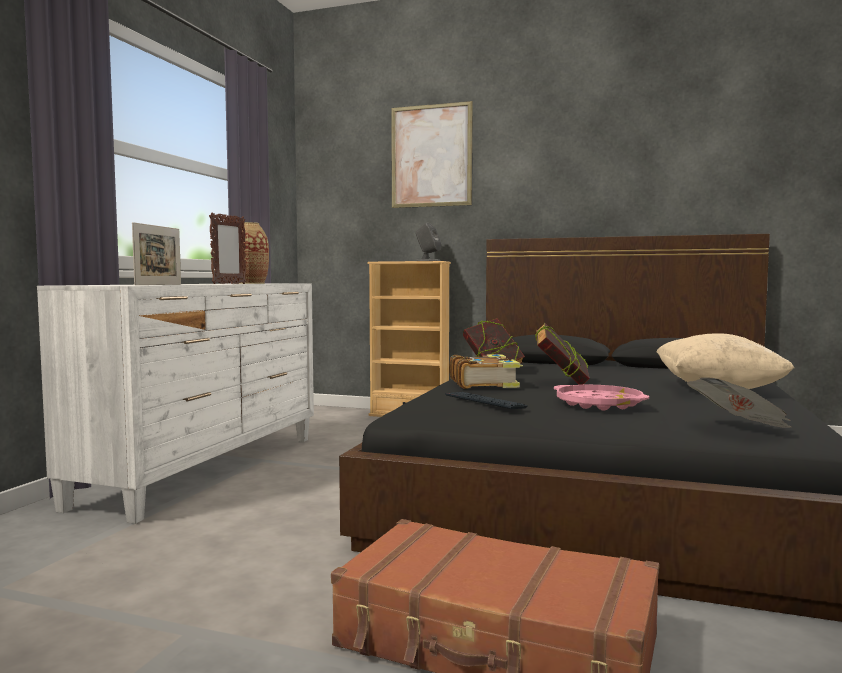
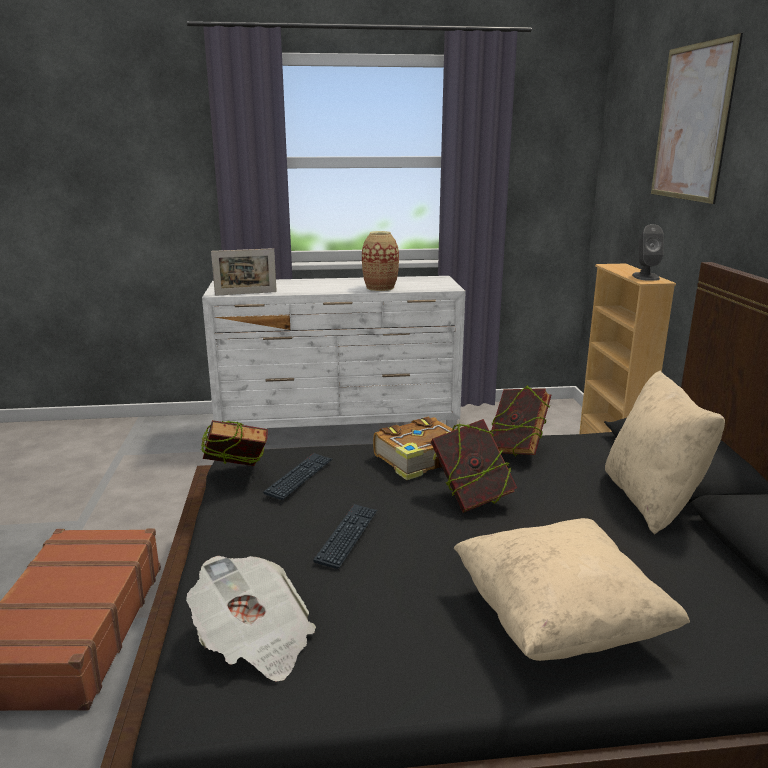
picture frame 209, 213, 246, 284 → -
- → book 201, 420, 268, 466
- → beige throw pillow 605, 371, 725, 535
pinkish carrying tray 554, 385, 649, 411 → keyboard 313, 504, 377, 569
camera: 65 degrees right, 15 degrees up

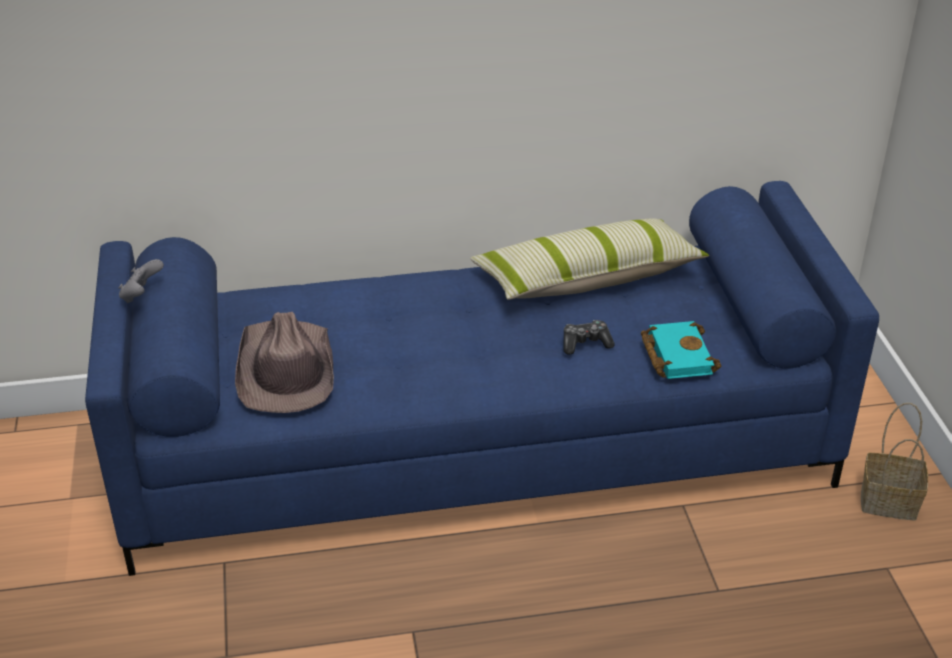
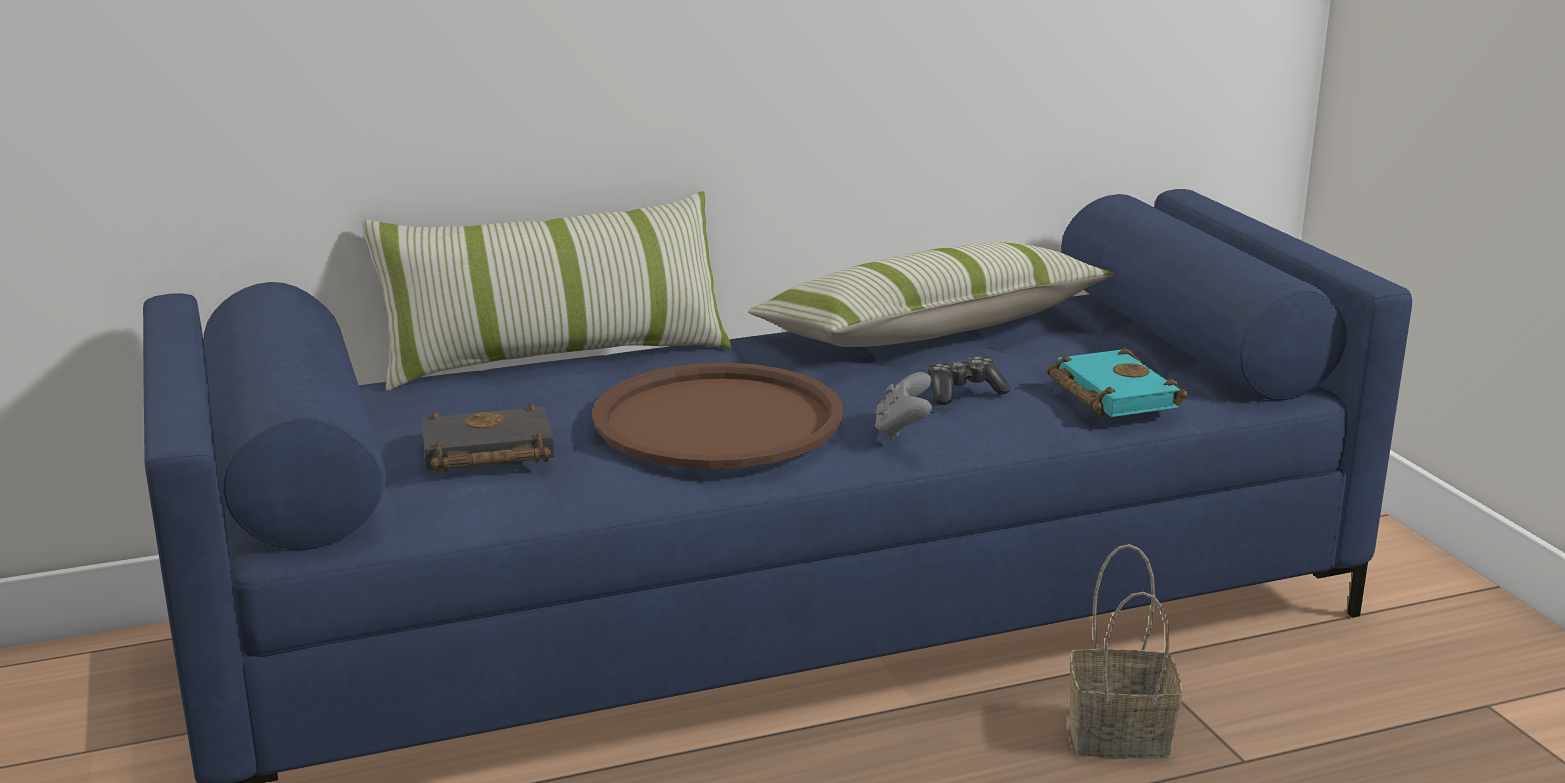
- → throw pillow 361, 191, 731, 391
- → brown carrying tray 592, 363, 843, 469
greyish gamepad 118, 259, 164, 303 → greyish gamepad 875, 372, 932, 440, moved
storage basket 861, 403, 928, 521 → storage basket 1070, 544, 1182, 759, moved
brown wearable hat 235, 312, 334, 413 → blackish book 421, 402, 554, 473
camera: 10 degrees left, 15 degrees down

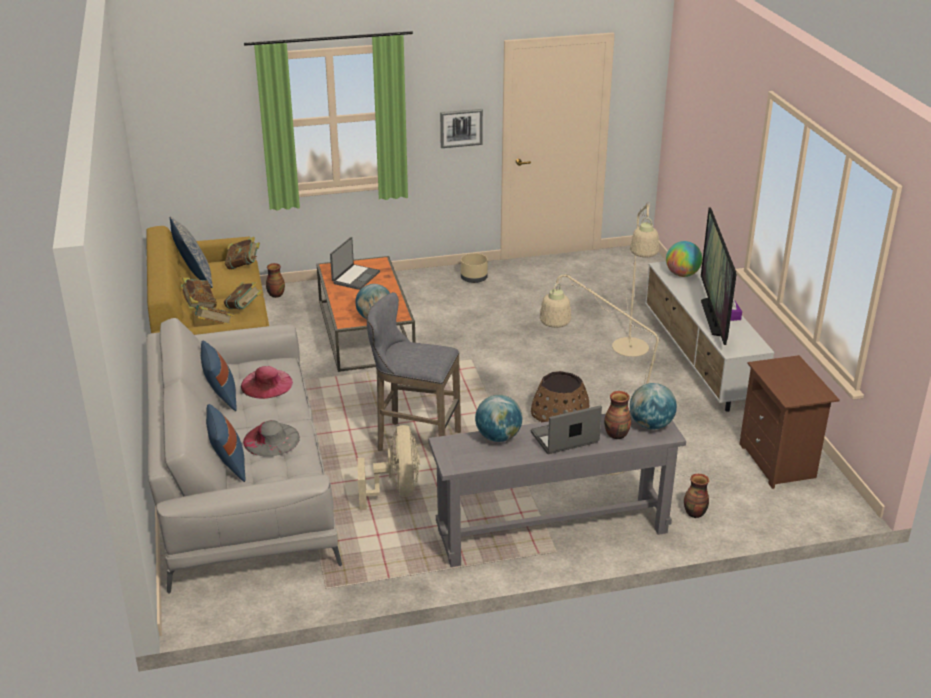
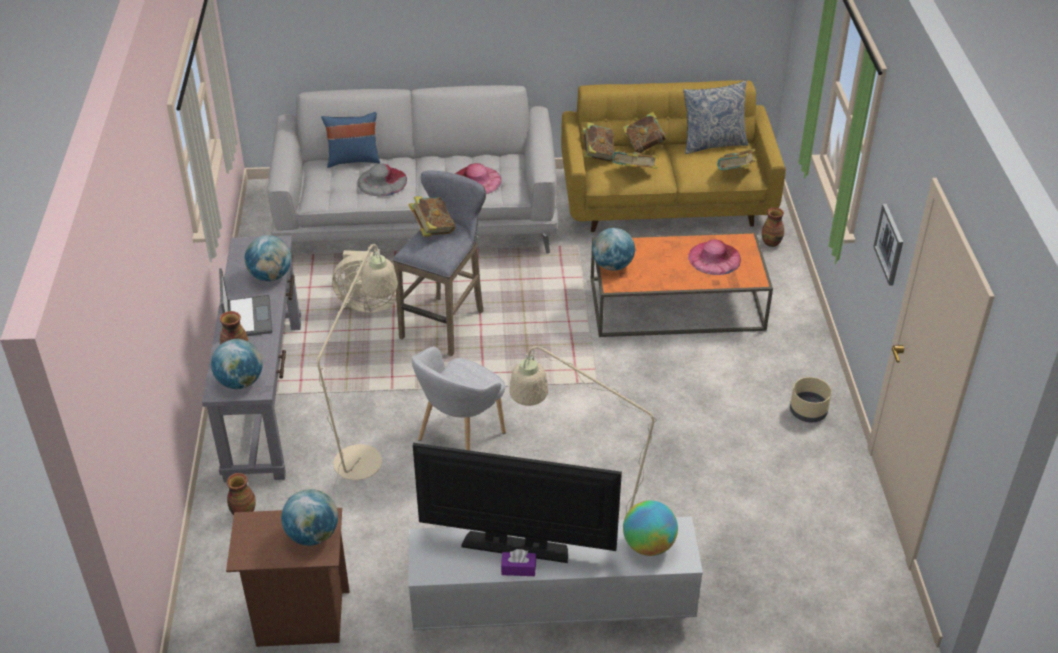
bluish throw pillow 201, 341, 237, 411 → -
- → world globe 281, 489, 338, 546
- → book 409, 196, 455, 237
portable computer 330, 237, 380, 290 → pinkish wearable hat 688, 239, 741, 275
brown plant pot 531, 371, 590, 422 → greyish armchair 412, 347, 506, 451
camera: 100 degrees right, 10 degrees up

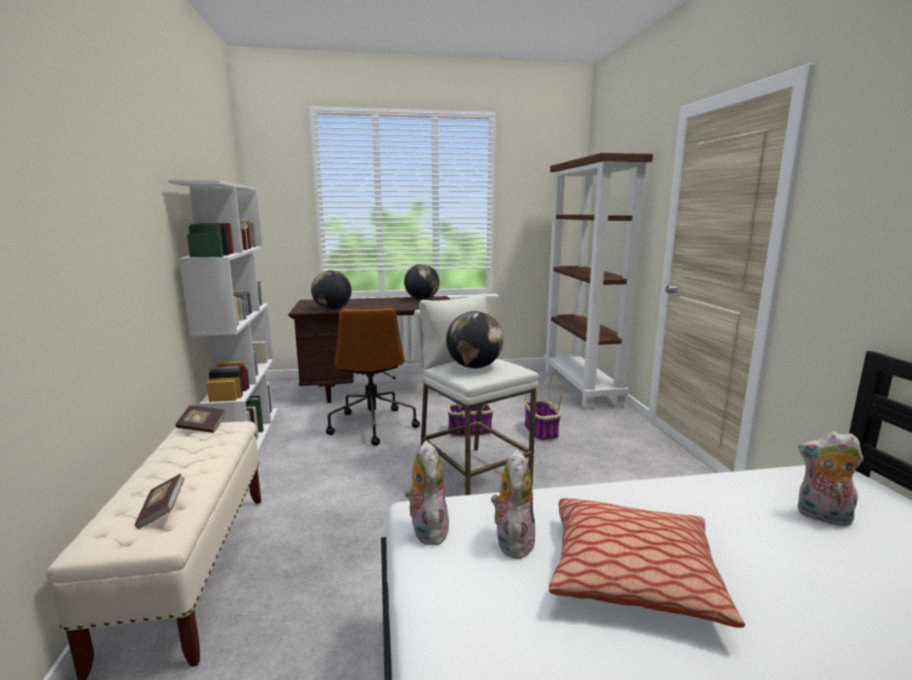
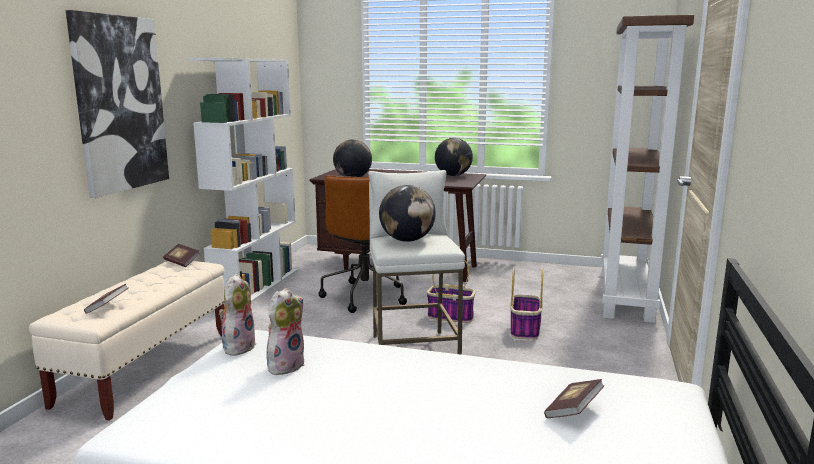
throw pillow 549, 498, 745, 628 → -
- → wall art 66, 10, 169, 198
plush toy 797, 431, 863, 526 → book 544, 379, 604, 418
camera: 25 degrees right, 0 degrees up

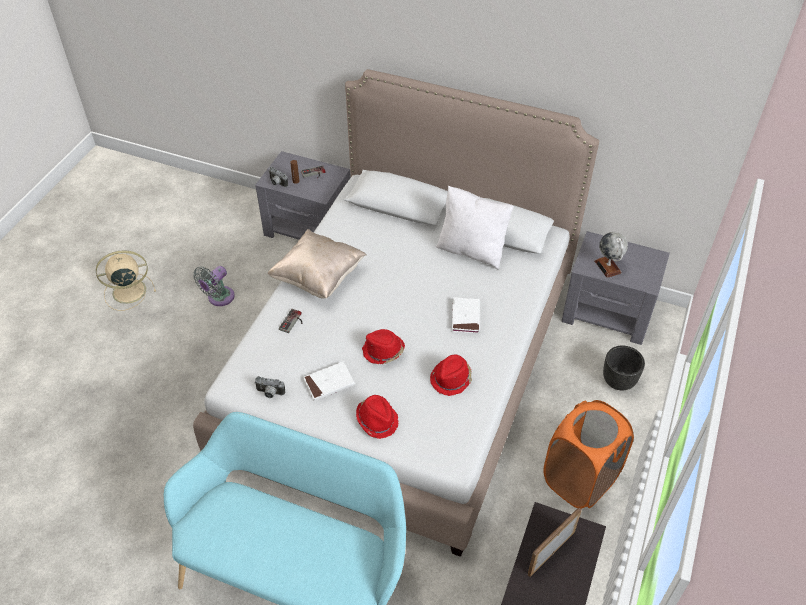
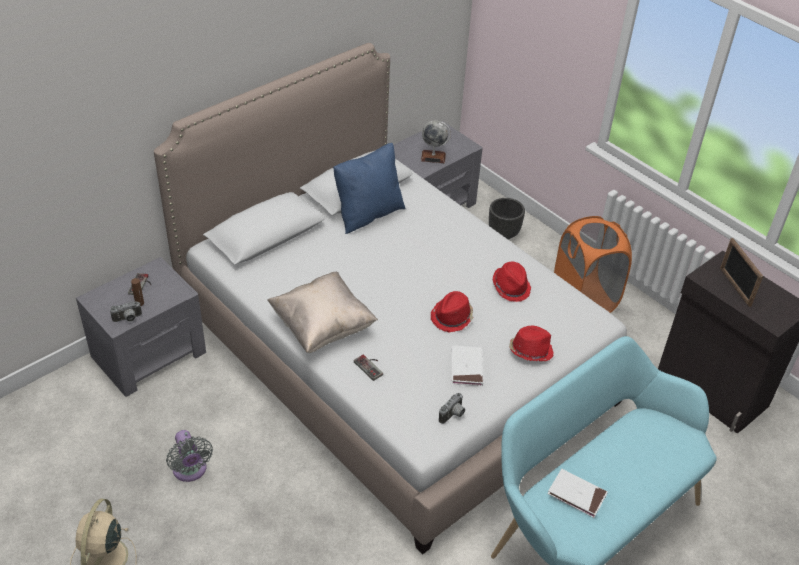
white-coloured book 452, 297, 480, 333 → white-coloured book 547, 469, 608, 518, moved
white-coloured throw pillow 436, 185, 514, 270 → bluish throw pillow 333, 143, 406, 234
camera: 65 degrees left, 5 degrees down

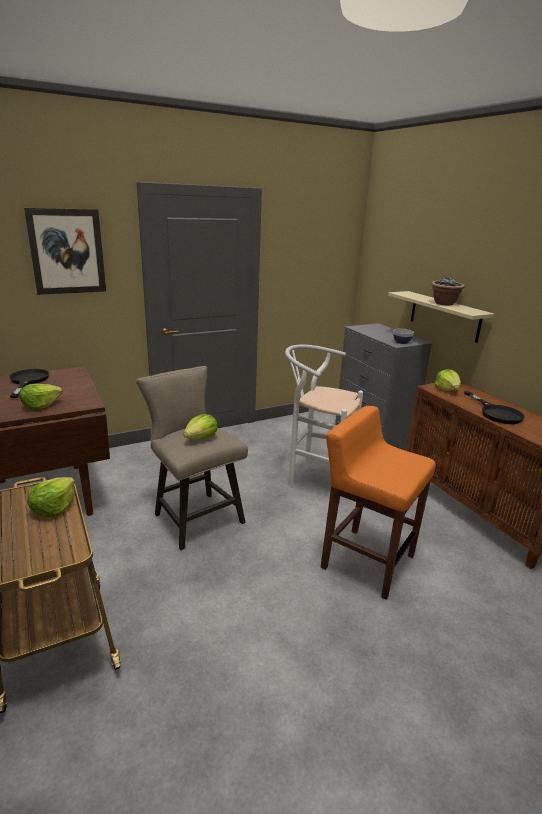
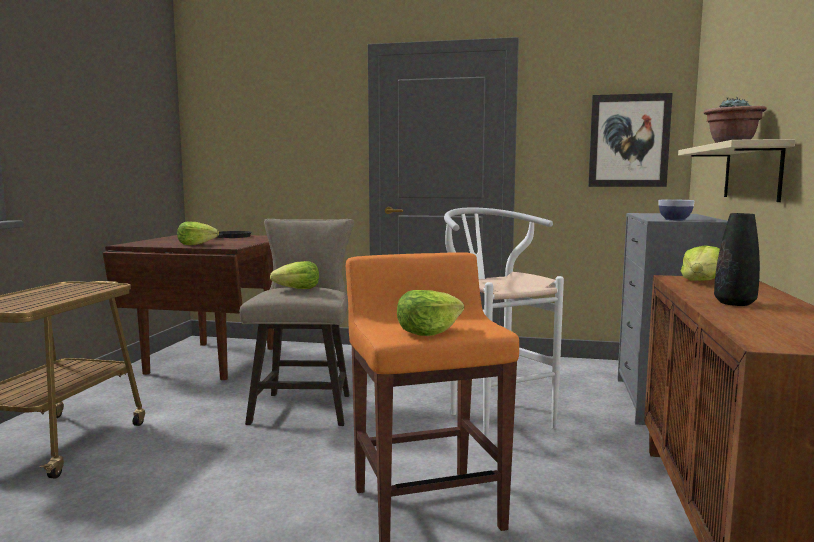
wall art 24, 208, 106, 295 → wall art 588, 93, 673, 187, moved
lettuce head 27, 477, 75, 517 → lettuce head 397, 290, 464, 336, moved
blackish pan 464, 391, 525, 424 → blackish vase 714, 213, 760, 306
camera: 40 degrees right, 15 degrees down

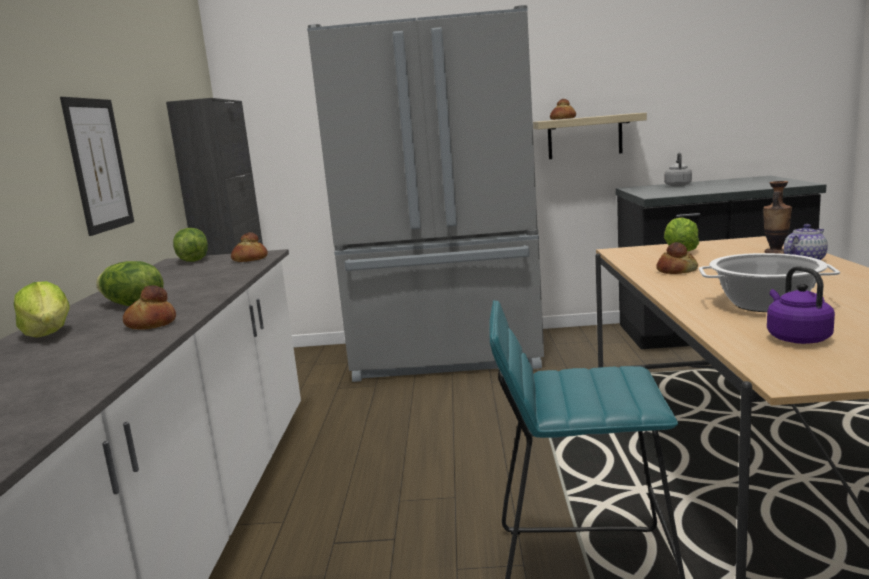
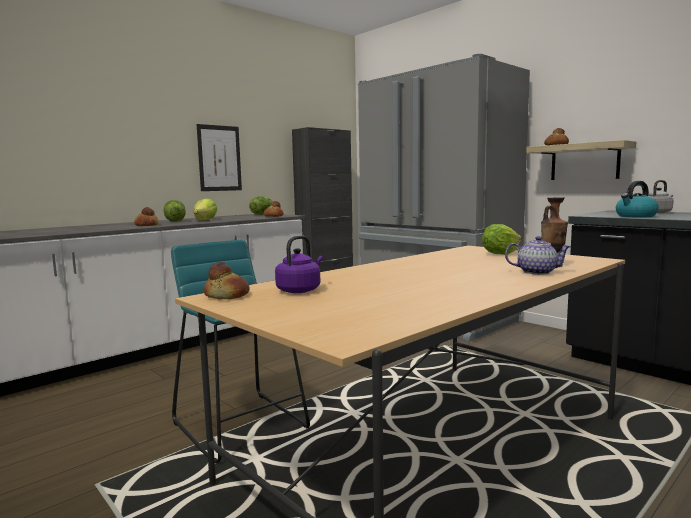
saucepot 699, 253, 840, 312 → -
- → water kettle 616, 181, 659, 218
lettuce head 14, 281, 70, 338 → lettuce head 193, 198, 217, 221, moved
bread 656, 242, 698, 274 → bread 204, 262, 250, 299, moved
camera: 45 degrees right, 5 degrees down

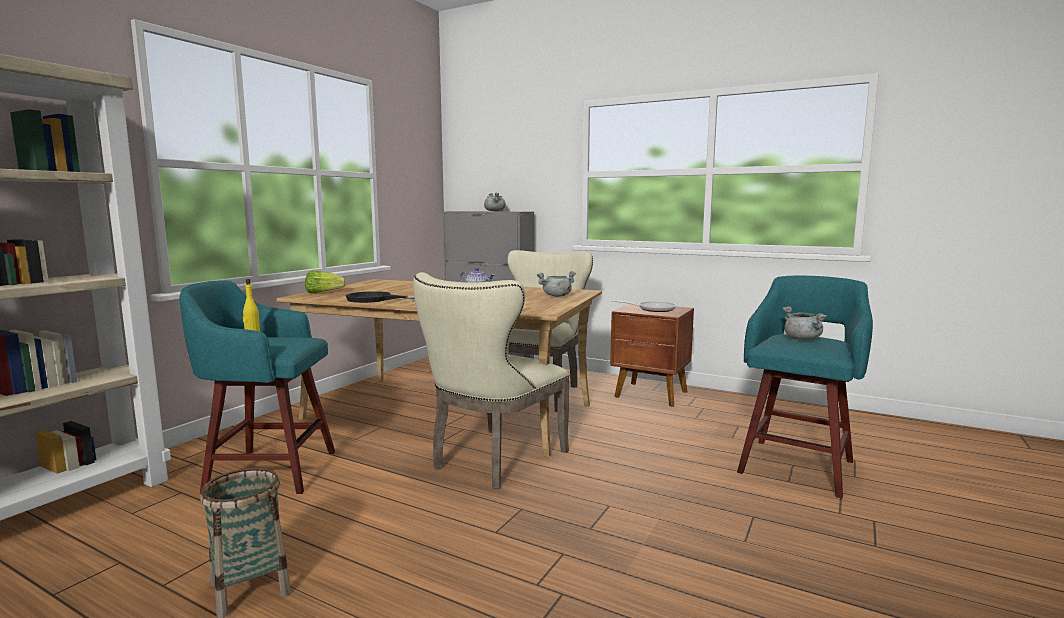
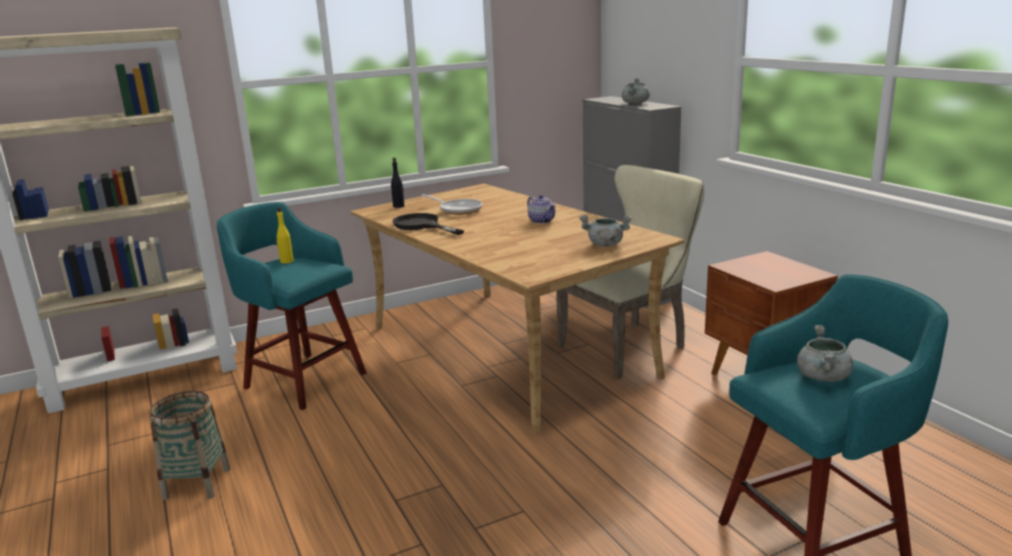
beige chair 413, 272, 570, 489 → -
pan 612, 300, 676, 312 → pan 422, 194, 483, 215, moved
lettuce head 305, 271, 346, 293 → blackish bottle 391, 158, 404, 208
camera: 35 degrees right, 10 degrees up

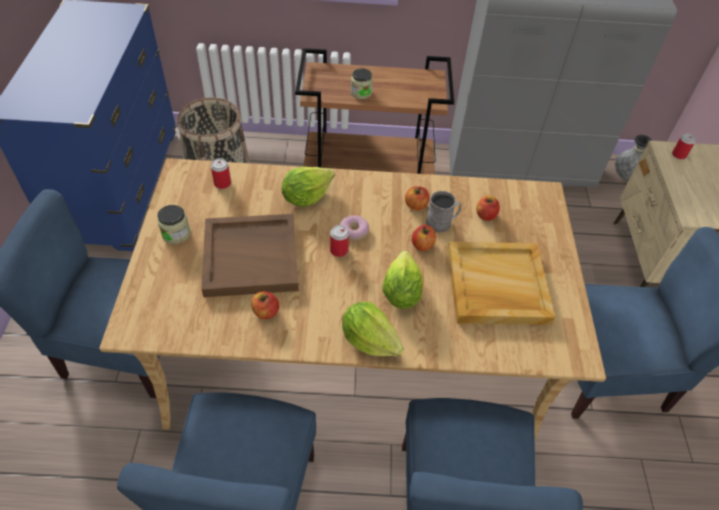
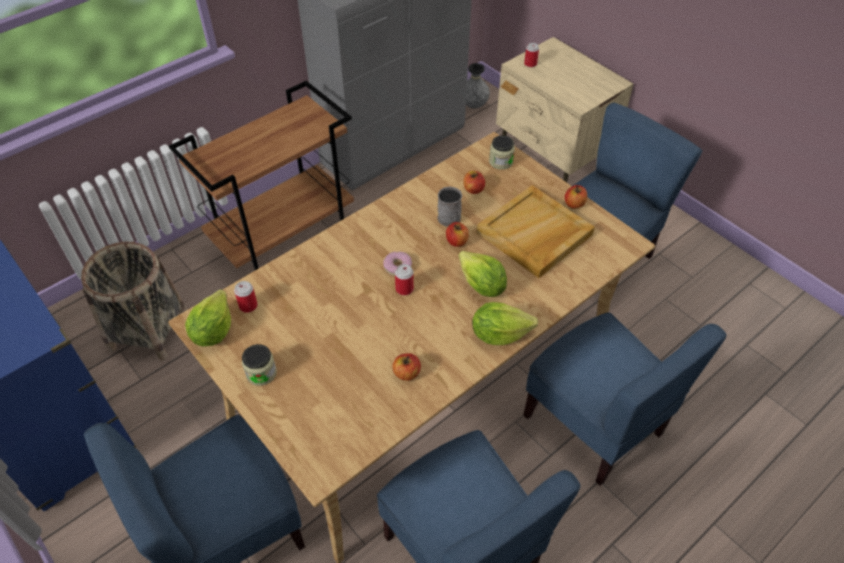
brown carrying tray 201, 214, 299, 297 → -
lettuce head 282, 167, 335, 207 → lettuce head 185, 289, 231, 346, moved
jar 351, 68, 373, 99 → jar 489, 135, 515, 170, moved
apple fruit 405, 186, 430, 210 → apple fruit 565, 185, 587, 209, moved
camera: 40 degrees left, 0 degrees up

